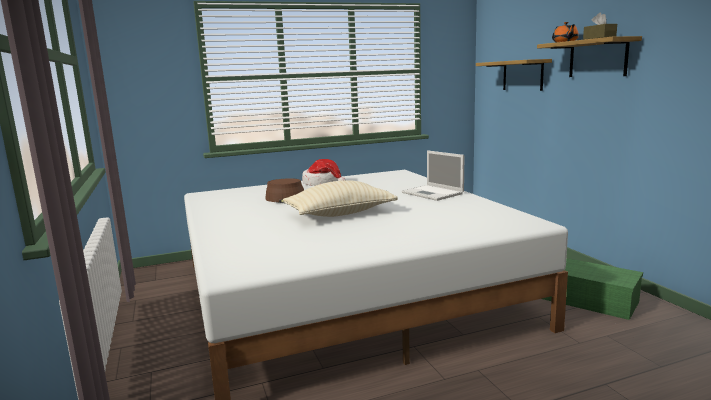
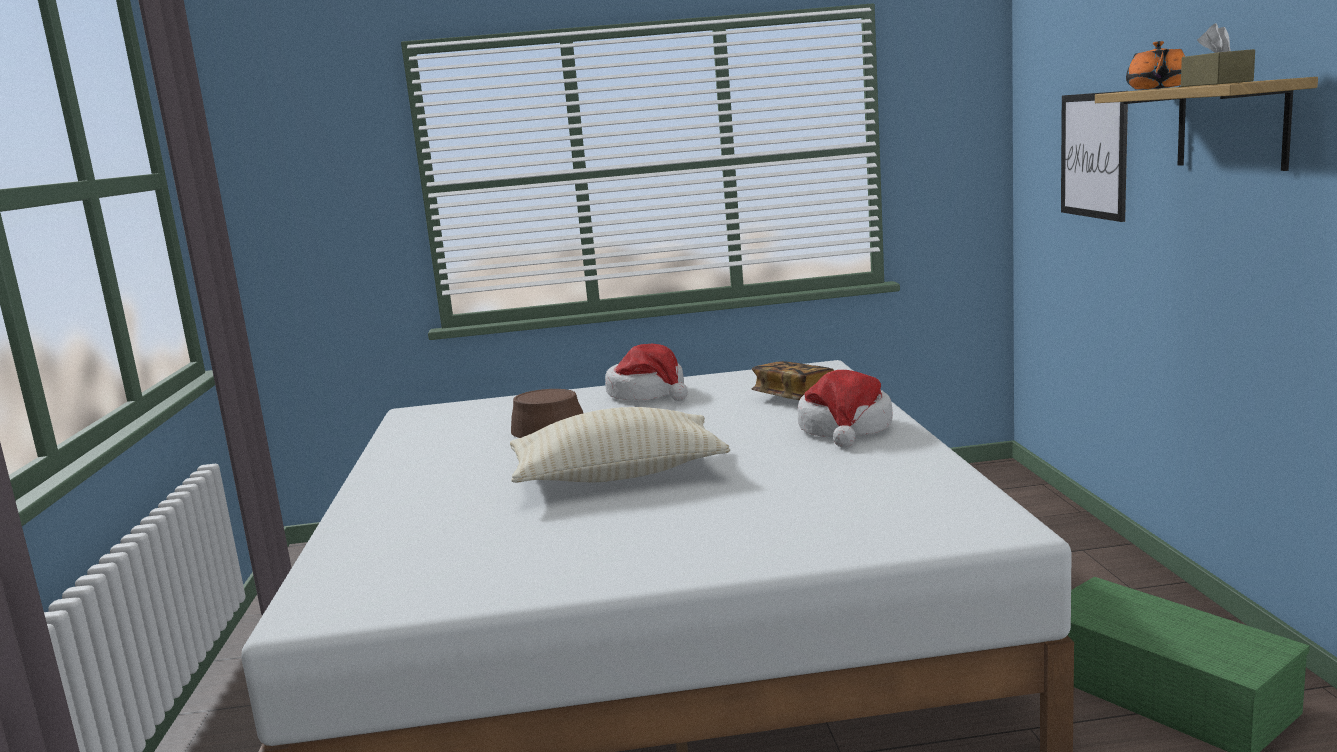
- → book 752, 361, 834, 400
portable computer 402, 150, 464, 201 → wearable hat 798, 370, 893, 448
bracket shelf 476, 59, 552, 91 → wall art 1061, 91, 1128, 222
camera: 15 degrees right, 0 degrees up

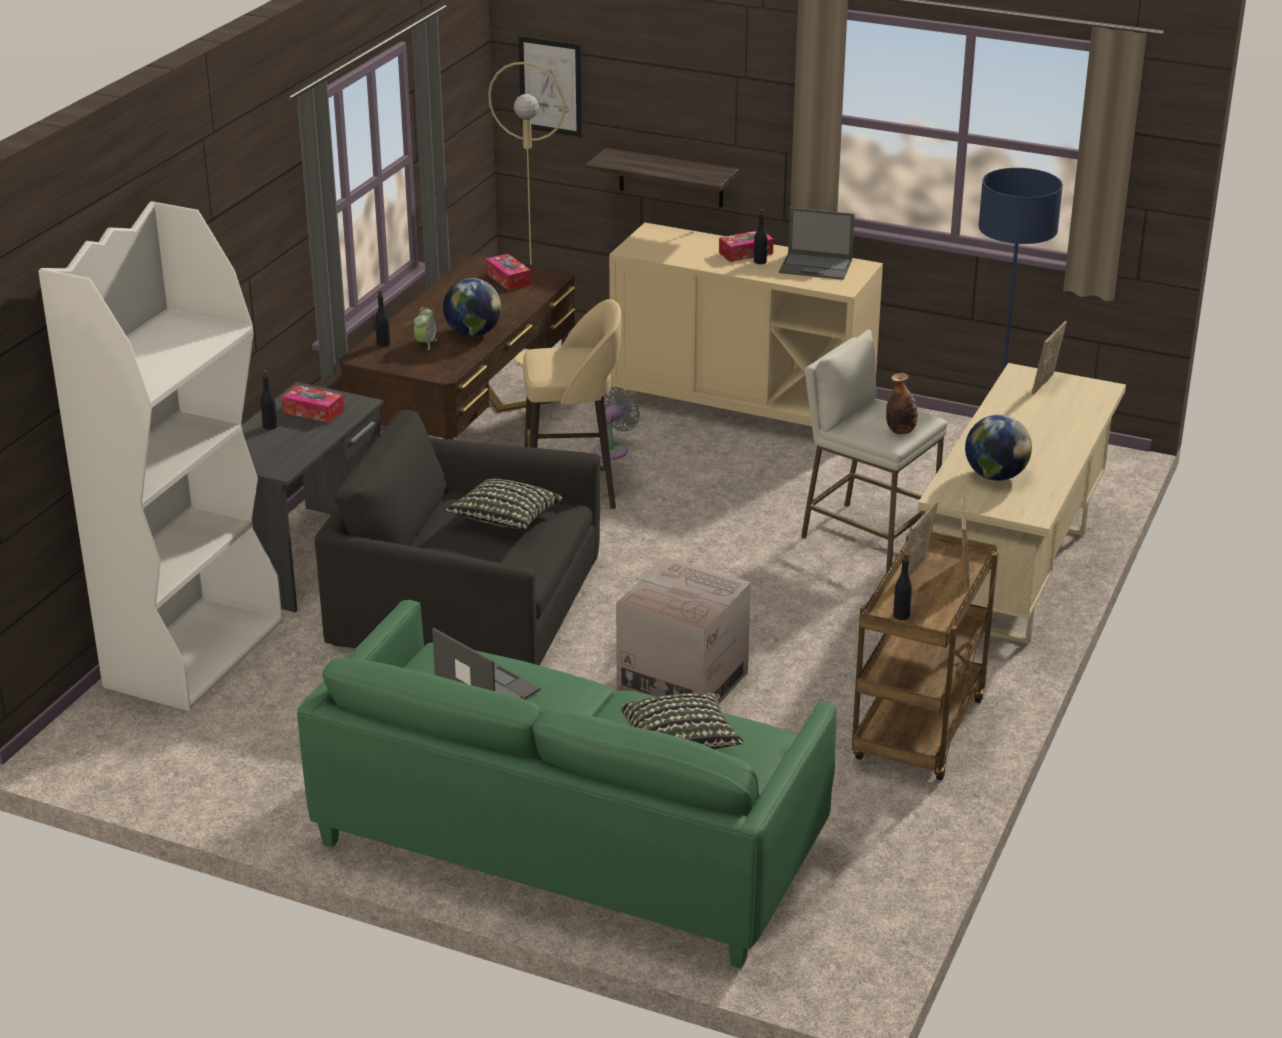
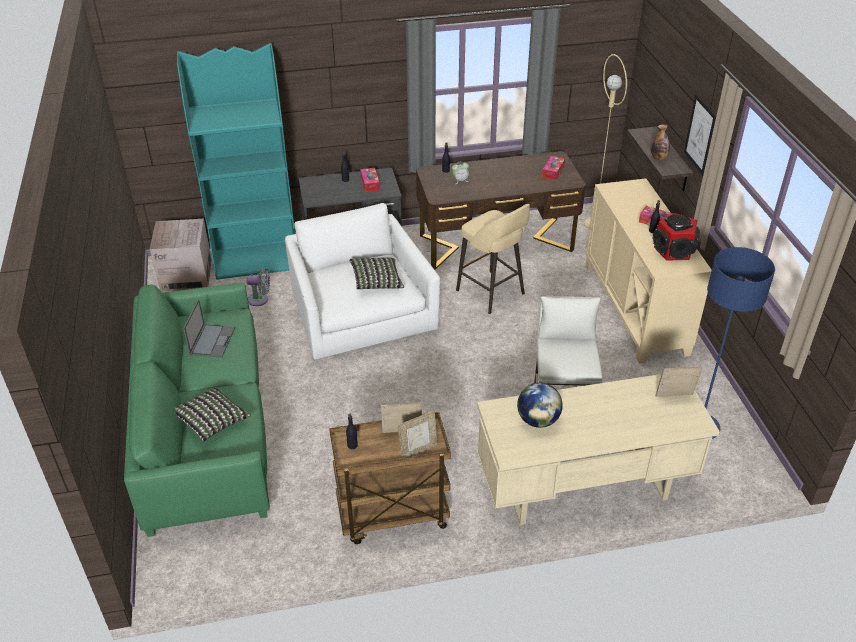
world globe 443, 278, 501, 337 → -
wall art 518, 36, 582, 137 → wall art 684, 94, 716, 175, moved
greyish electric fan 593, 387, 640, 460 → greyish electric fan 246, 267, 270, 306, moved
carton 616, 557, 751, 704 → carton 150, 219, 212, 292, moved
bottle 886, 373, 918, 434 → bottle 651, 125, 670, 160, moved
portable computer 779, 207, 855, 280 → speaker 653, 213, 700, 261
white-coloured shelving unit 38, 201, 283, 711 → turquoise-coloured shelving unit 177, 43, 295, 280
blackish armchair 315, 410, 600, 666 → white-coloured armchair 285, 203, 440, 360
camera: 55 degrees right, 10 degrees up

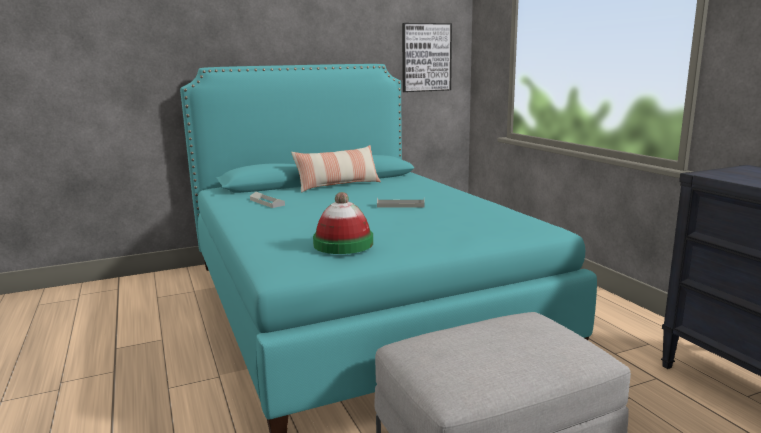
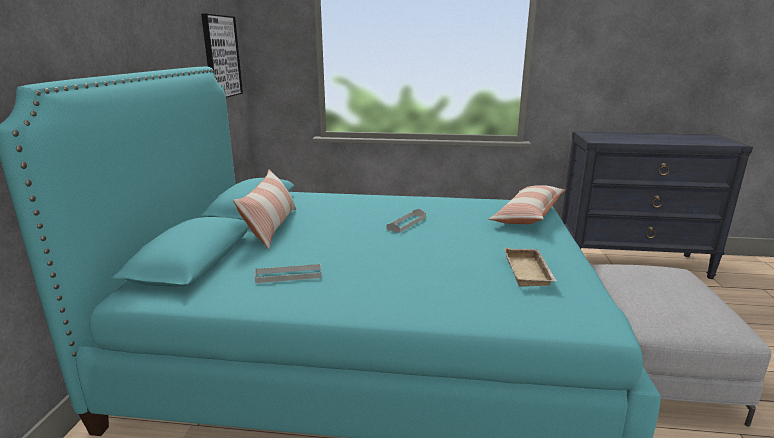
- → throw pillow 489, 185, 565, 224
wearable hat 313, 192, 373, 254 → beige carrying tray 504, 248, 557, 287
camera: 60 degrees left, 5 degrees up

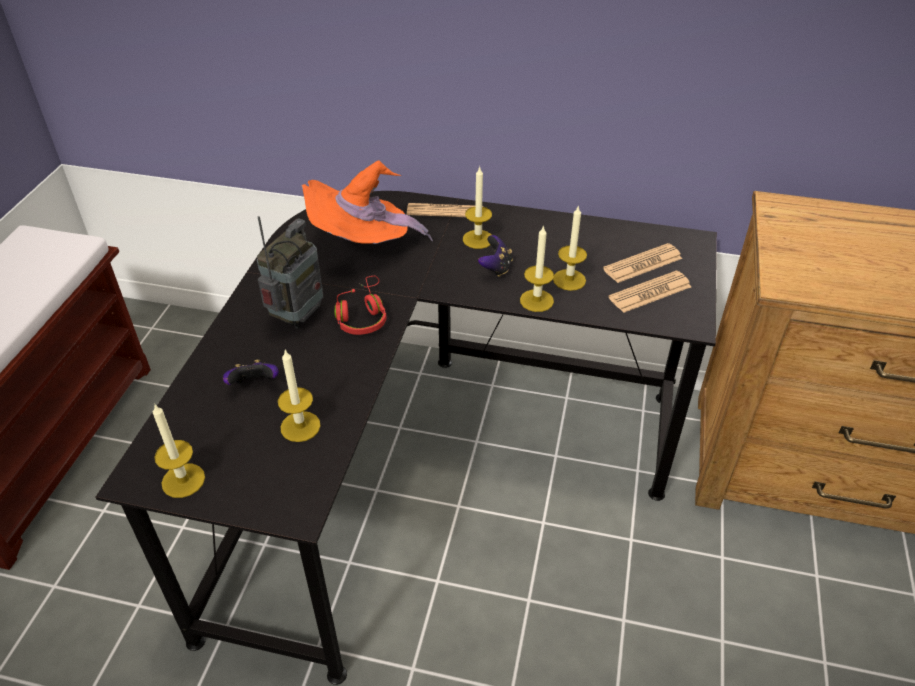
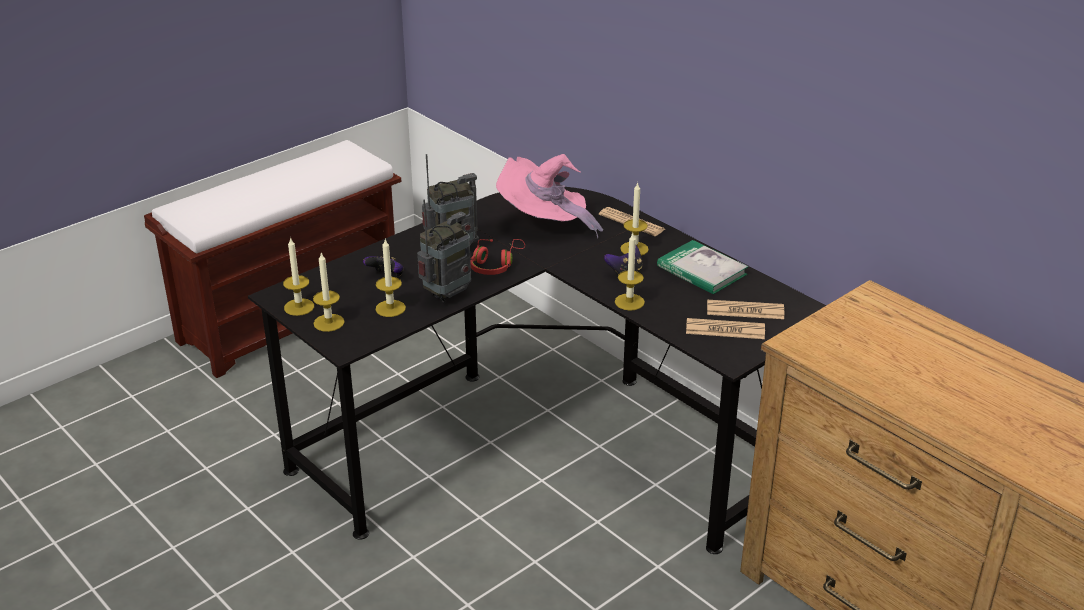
- → radio set 417, 200, 471, 303
- → book 657, 240, 748, 294
wax light 553, 205, 587, 291 → wax light 313, 252, 344, 332, moved
orangey wearable hat 301, 160, 433, 244 → pinkish wearable hat 496, 154, 603, 239
camera: 35 degrees right, 10 degrees down

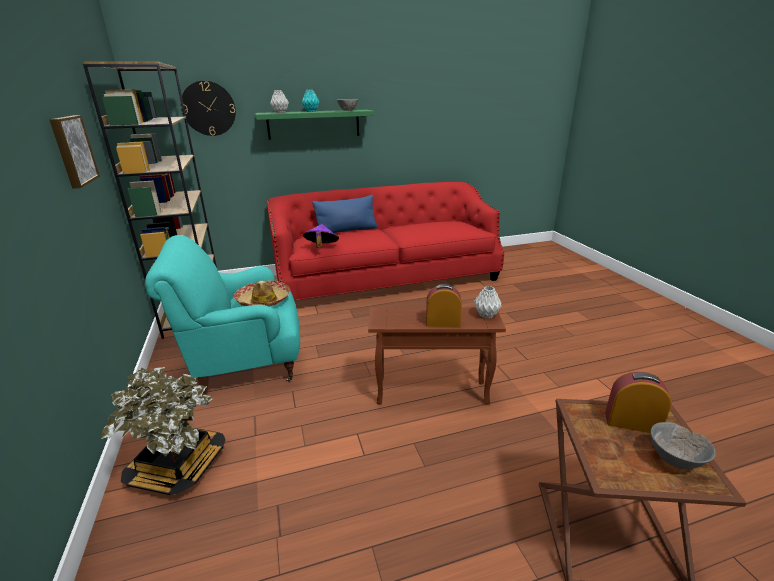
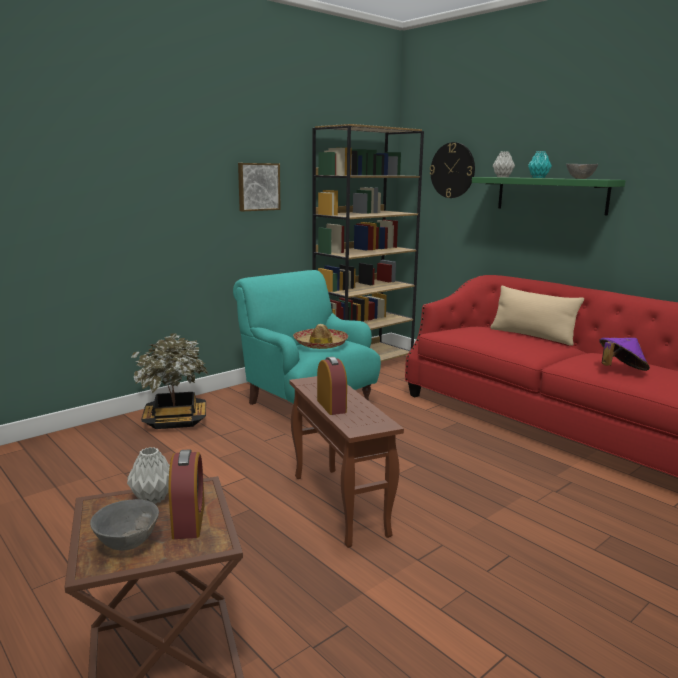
purplish wearable hat 303, 224, 339, 248 → purplish wearable hat 599, 338, 650, 371, moved
greyish vase 474, 286, 501, 319 → greyish vase 127, 447, 170, 504, moved
bluish throw pillow 312, 195, 378, 233 → beige throw pillow 490, 286, 584, 346
camera: 65 degrees right, 10 degrees down

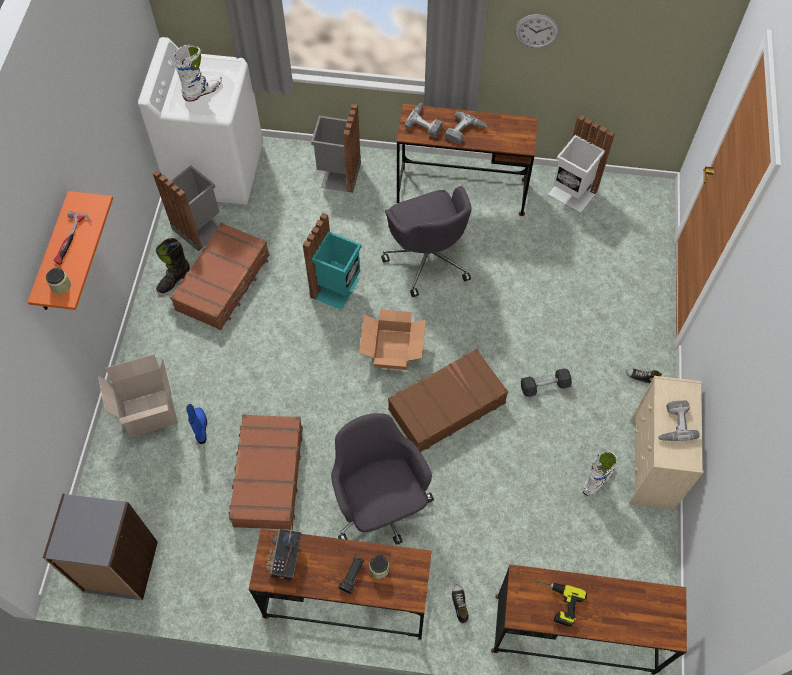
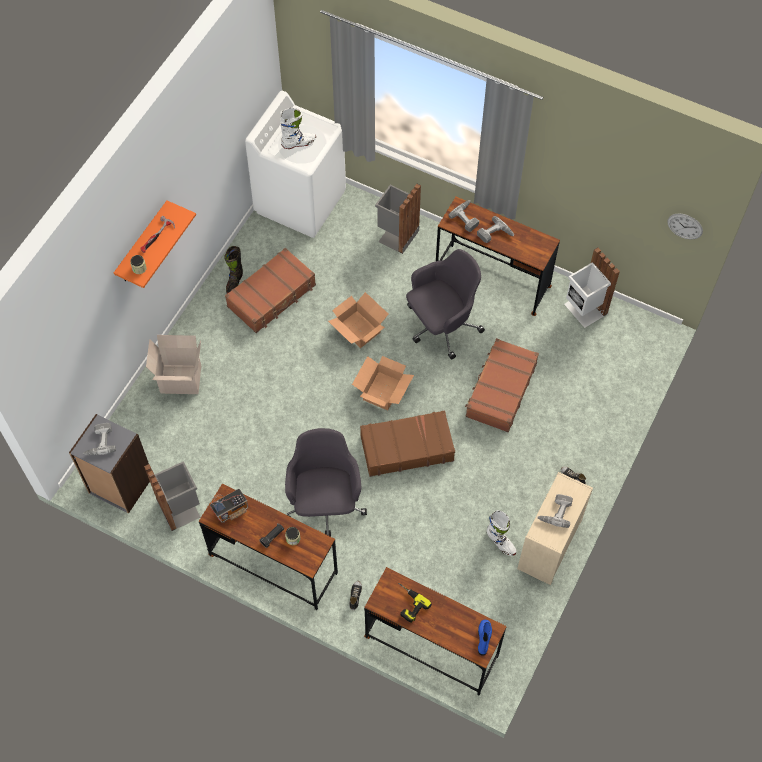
greyish dumbbell 521, 369, 572, 397 → -
- → drill 83, 423, 116, 455
greyish trash can 153, 165, 219, 251 → greyish trash can 144, 461, 200, 531, moved
bluish tall boot 186, 404, 207, 444 → bluish tall boot 478, 620, 492, 656, moved
brown suitcase 228, 414, 303, 530 → brown suitcase 465, 338, 539, 432, moved
hanging clock 515, 14, 559, 48 → hanging clock 667, 213, 703, 239, moved
turquoise-coloured trash can 303, 213, 362, 310 → carton 328, 292, 388, 348
blackish tall boot 156, 238, 190, 293 → blackish tall boot 224, 246, 243, 293, 45 degrees counterclockwise
radio set 266, 526, 302, 580 → radio set 210, 489, 248, 523, 150 degrees counterclockwise
greyish computer chair 381, 186, 472, 297 → greyish computer chair 406, 249, 485, 360, 120 degrees counterclockwise
white-coloured tall boot 583, 452, 617, 496 → white-coloured tall boot 487, 510, 517, 556, 75 degrees clockwise
camera: 20 degrees right, 0 degrees up

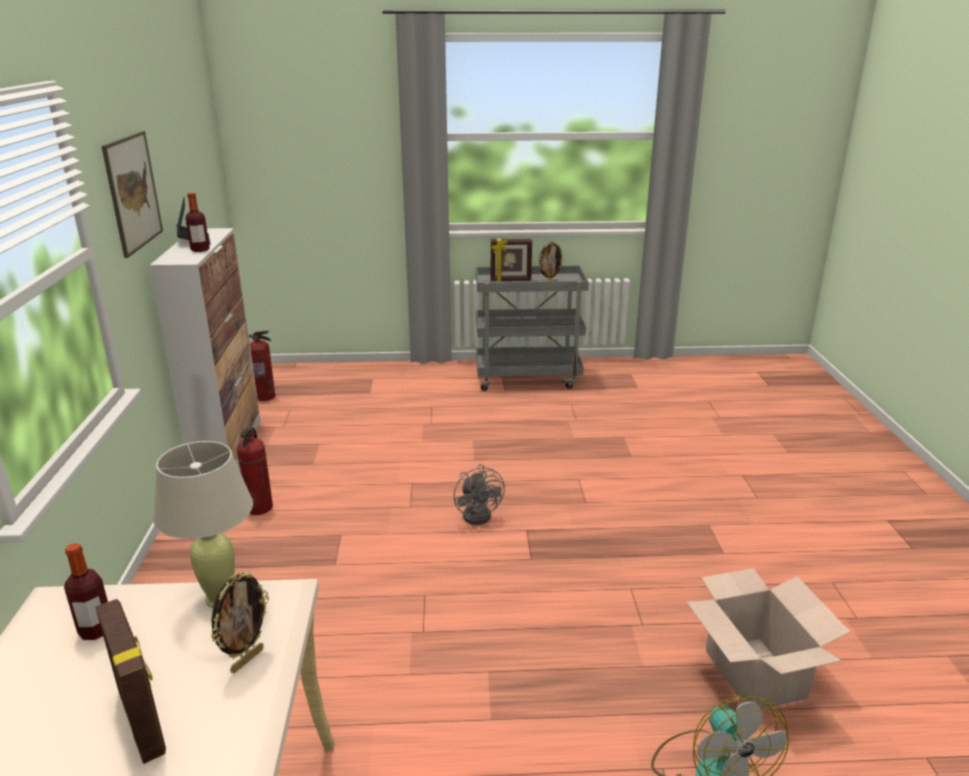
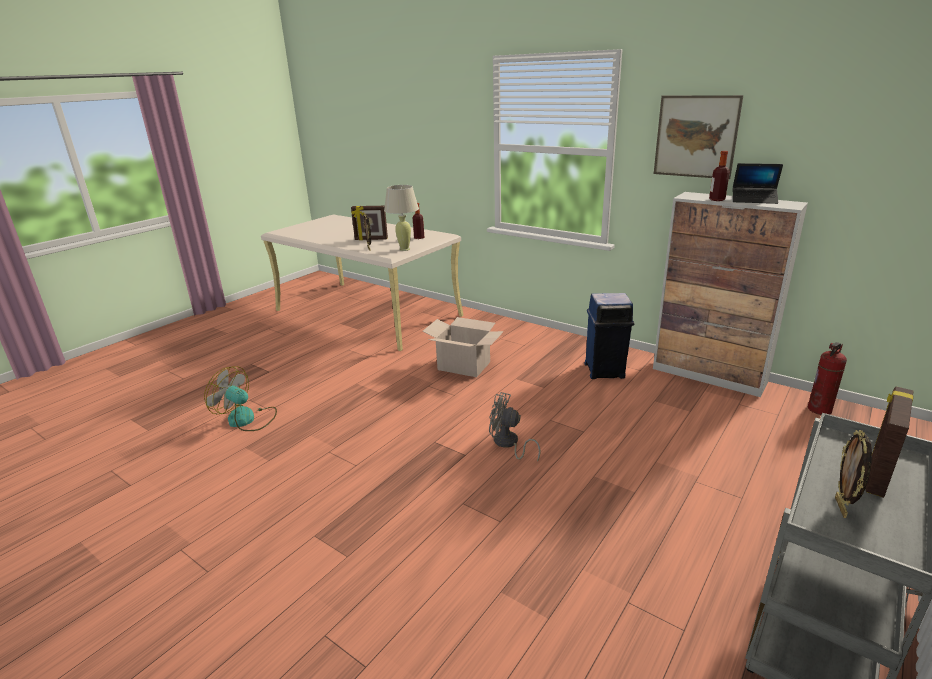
carton 686, 568, 850, 709 → carton 423, 317, 504, 377, moved
extinguisher 237, 428, 273, 515 → bluish trash can 584, 293, 634, 379
camera: 130 degrees right, 0 degrees up

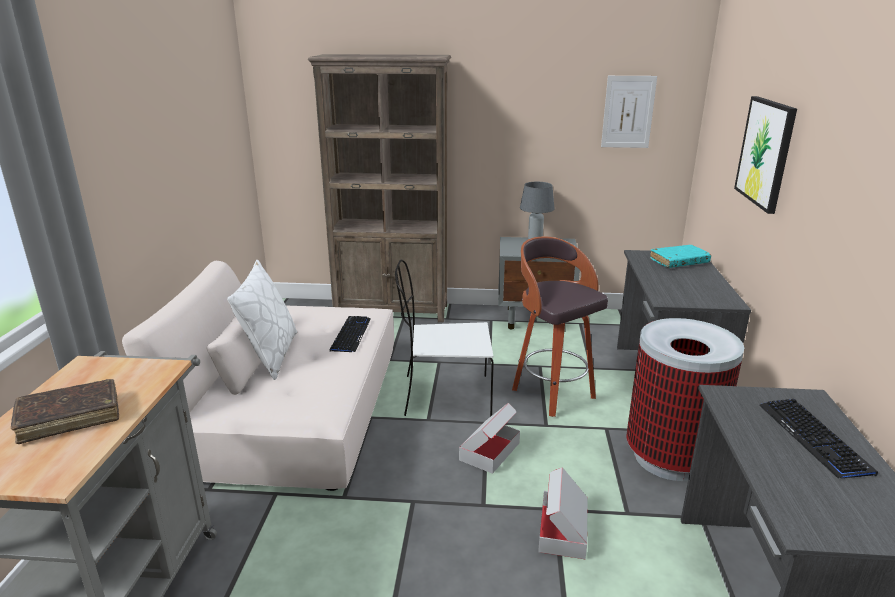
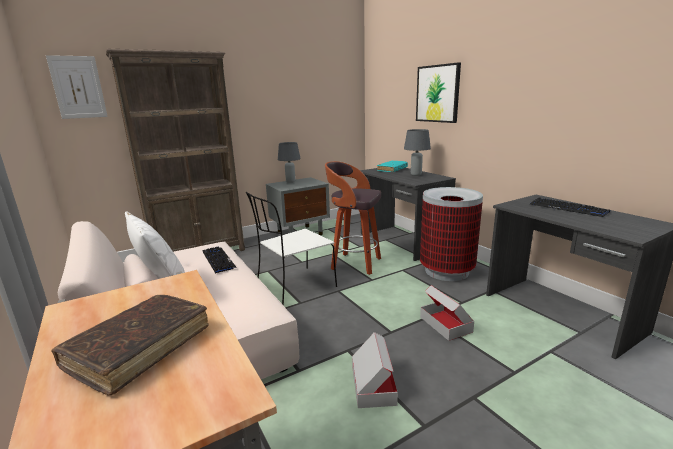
- → greyish table lamp 404, 129, 431, 176
carton 459, 403, 520, 474 → carton 352, 332, 398, 408, moved
wall art 601, 76, 657, 148 → wall art 46, 55, 108, 119, moved
camera: 35 degrees left, 5 degrees down

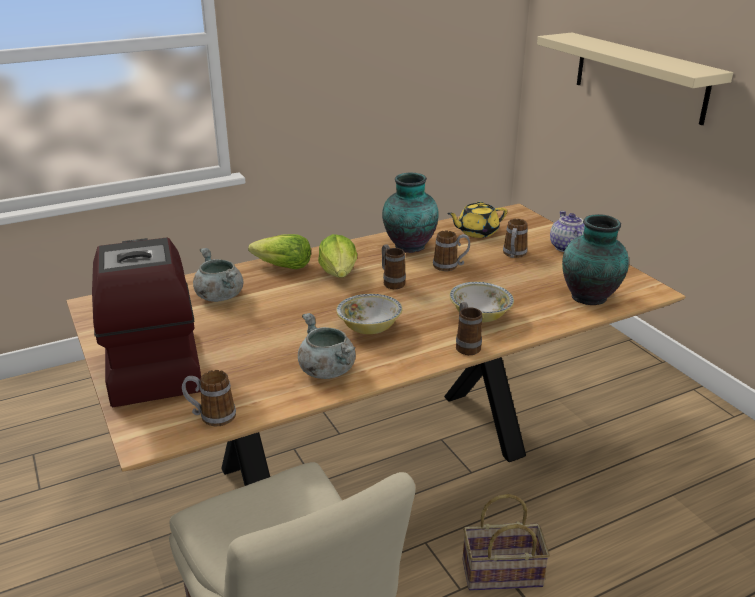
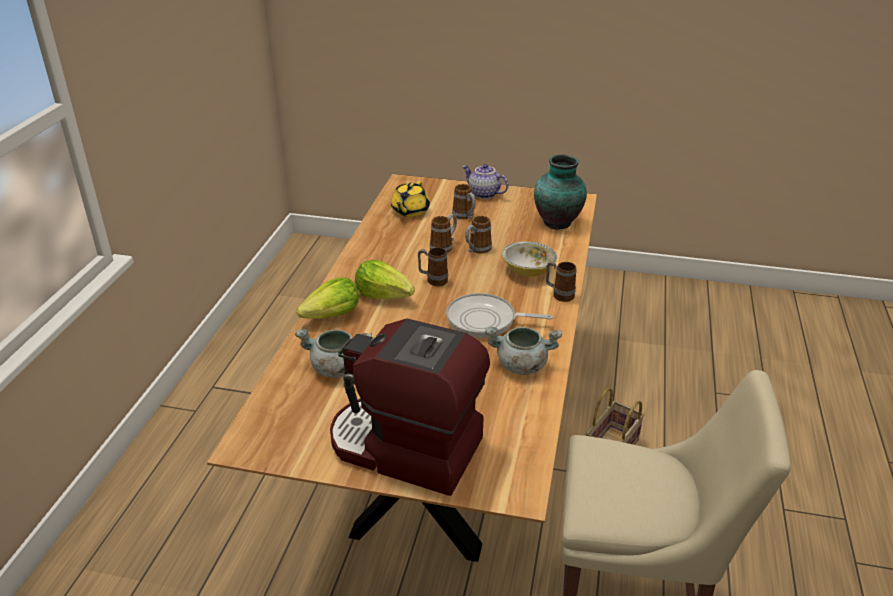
vase 382, 172, 439, 253 → -
beige bracket shelf 537, 33, 733, 125 → -
tea mug 182, 370, 236, 426 → tea mug 465, 216, 492, 253, moved
bowl 336, 294, 403, 334 → pan 446, 293, 553, 338
camera: 50 degrees left, 5 degrees up

